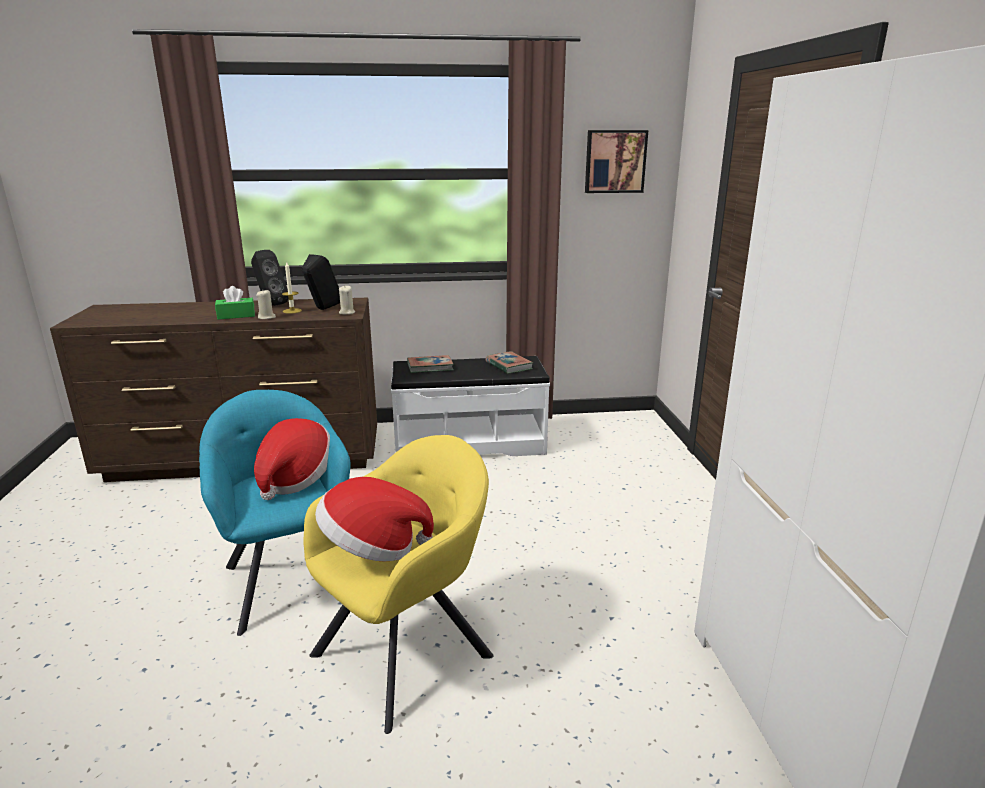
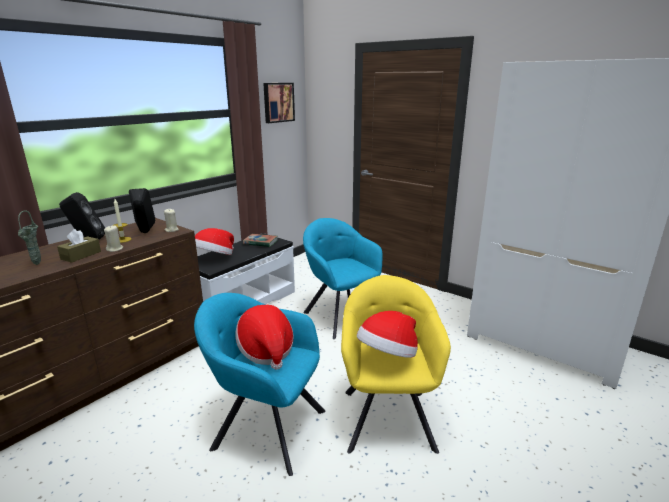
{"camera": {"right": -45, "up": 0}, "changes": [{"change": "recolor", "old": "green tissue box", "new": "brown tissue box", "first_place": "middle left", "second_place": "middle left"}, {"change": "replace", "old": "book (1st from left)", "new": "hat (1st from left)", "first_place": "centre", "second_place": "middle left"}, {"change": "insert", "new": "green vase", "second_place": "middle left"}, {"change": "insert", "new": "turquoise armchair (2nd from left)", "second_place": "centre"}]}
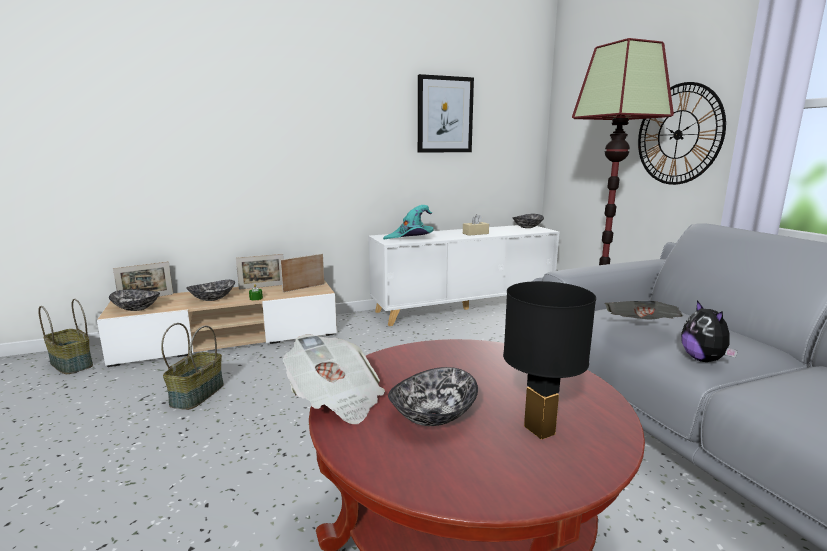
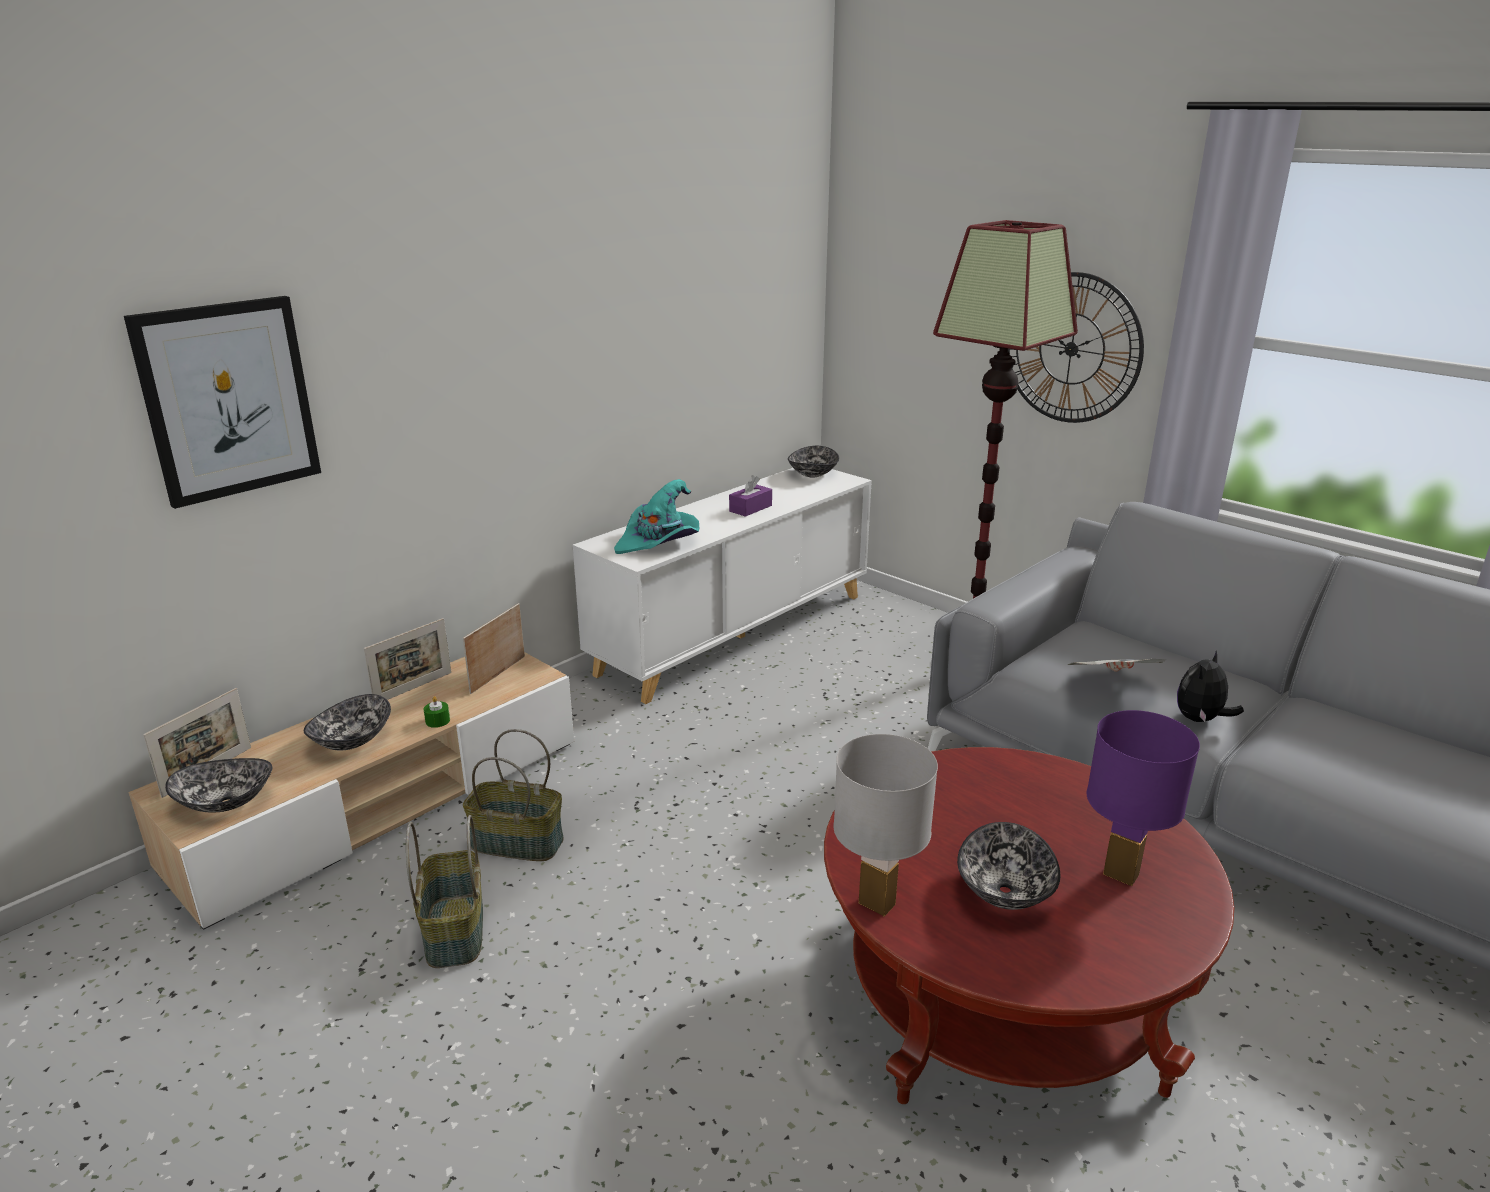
{"camera": {"right": -25, "up": 10}, "changes": [{"change": "move", "old": "picture", "first_place": "top centre", "second_place": "middle left"}, {"change": "recolor", "old": "beige tissue box", "new": "purple tissue box", "first_place": "centre", "second_place": "centre"}, {"change": "recolor", "old": "black table lamp", "new": "purple table lamp", "first_place": "centre", "second_place": "bottom right"}, {"change": "move", "old": "basket (1st from left in the first image)", "new": "basket (2nd from left)", "first_place": "middle left", "second_place": "bottom centre"}, {"change": "rotate", "old": "plush toy", "first_place": "middle right", "second_place": "middle right", "degrees": 75}, {"change": "replace", "old": "newspaper (1st from left)", "new": "white table lamp", "first_place": "bottom centre", "second_place": "bottom centre"}]}
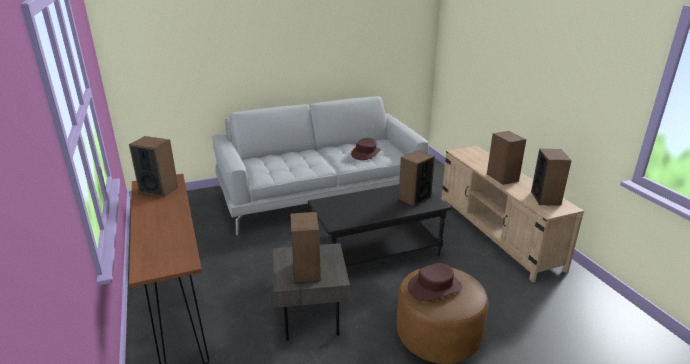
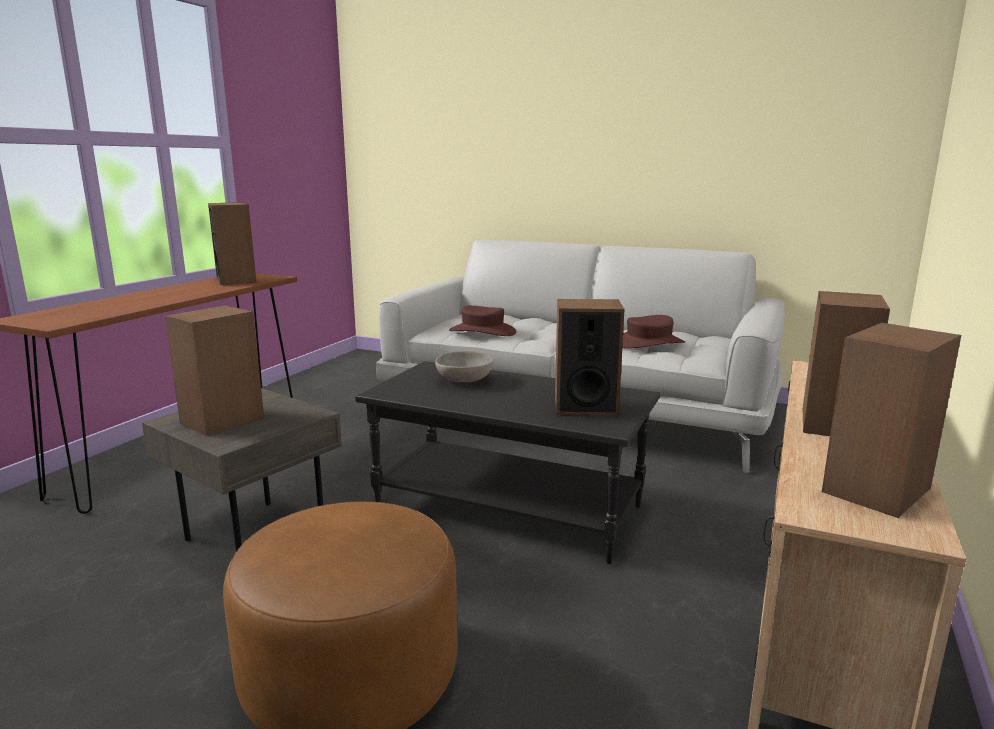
{"camera": {"right": 45, "up": -10}, "changes": [{"change": "move", "old": "brown hat (2nd from left in the first image)", "new": "brown hat (1st from left)", "first_place": "bottom centre", "second_place": "centre"}, {"change": "insert", "new": "grey bowl", "second_place": "centre"}]}
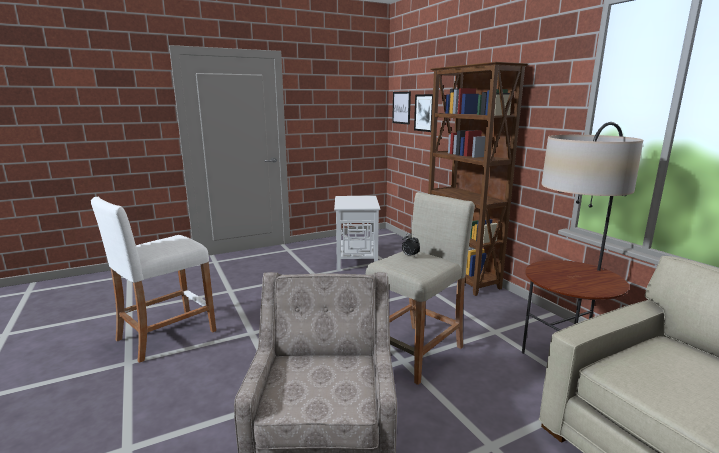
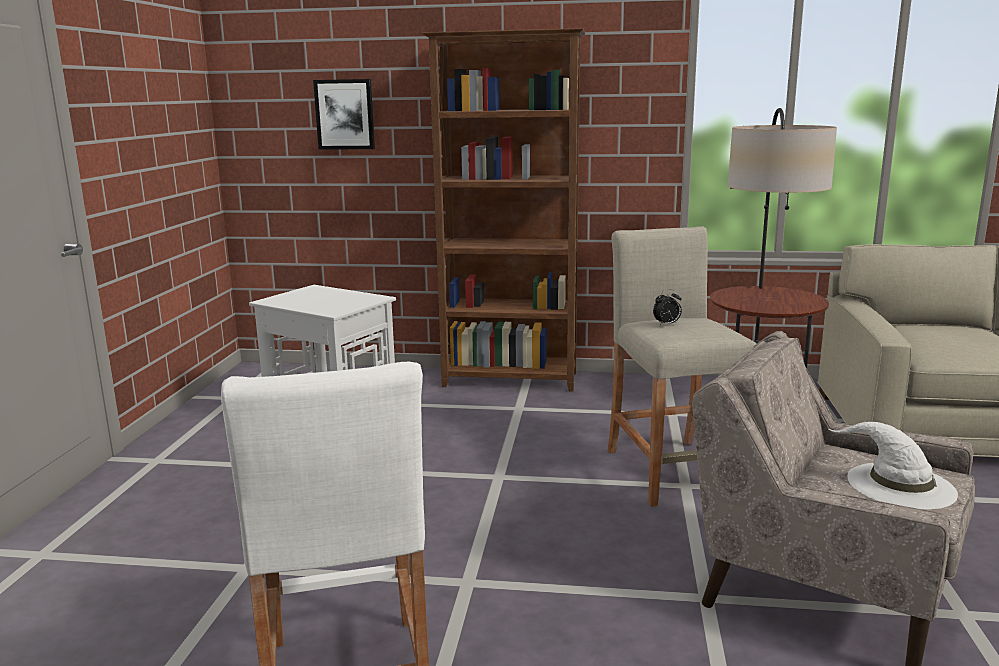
{"camera": {"right": -55, "up": 0}, "changes": [{"change": "delete", "old": "picture (1st from left)", "first_place": "top centre"}, {"change": "insert", "new": "white hat", "second_place": "bottom right"}]}
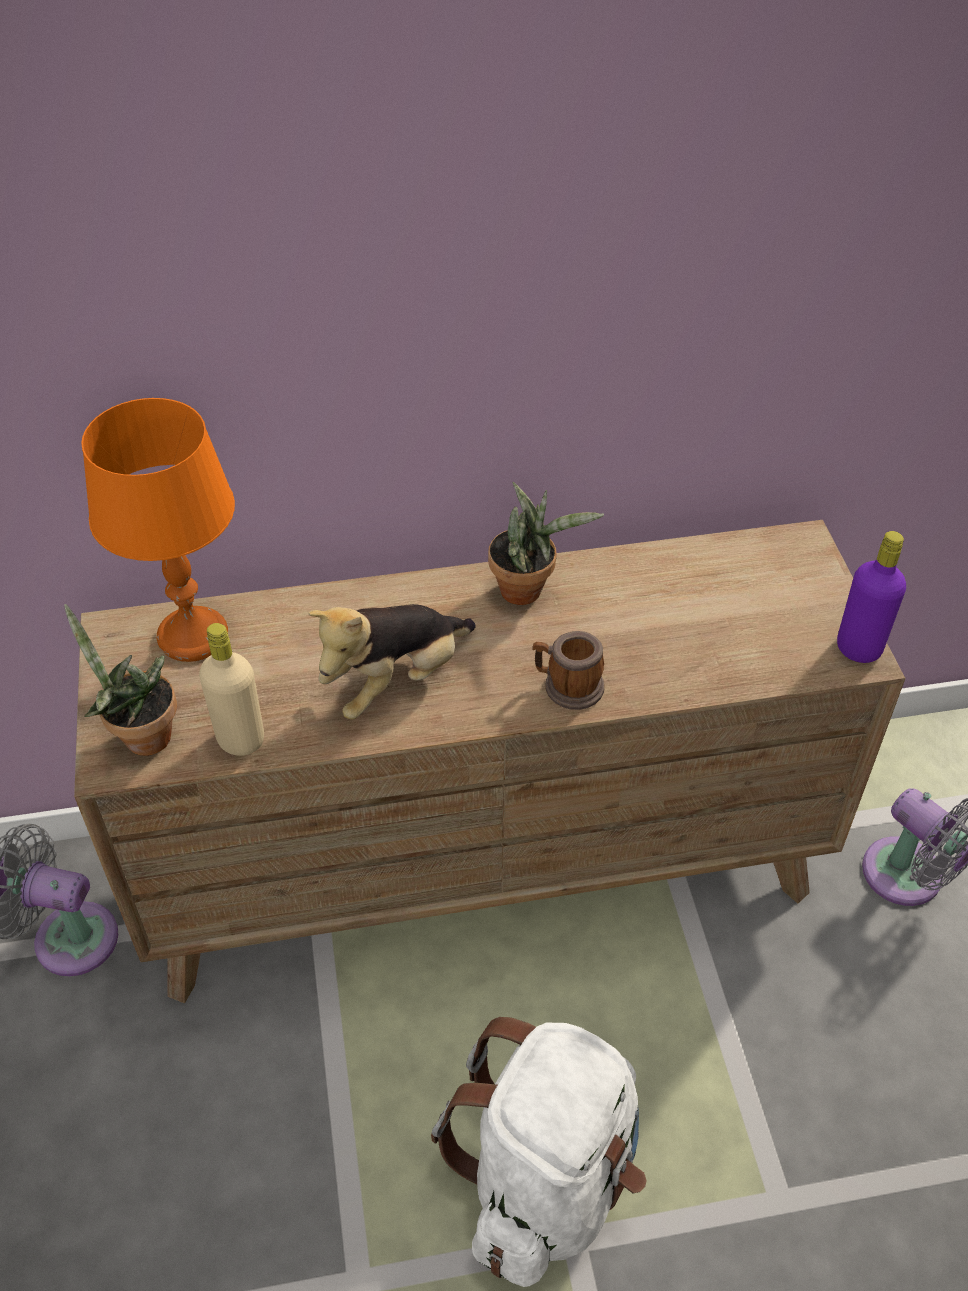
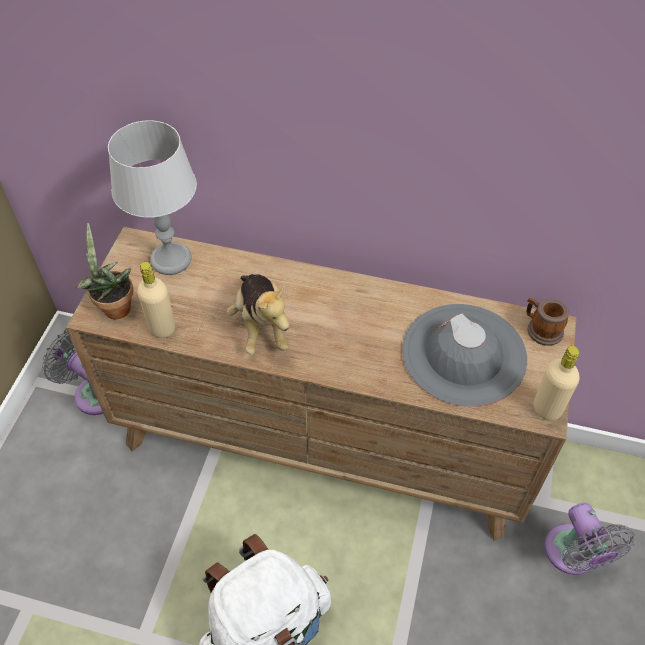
{"camera": {"right": 25, "up": 5}, "changes": [{"change": "recolor", "old": "orange table lamp", "new": "grey table lamp", "first_place": "middle left", "second_place": "top left"}, {"change": "delete", "old": "potted plant (2nd from left)", "first_place": "centre"}, {"change": "recolor", "old": "purple bottle", "new": "beige bottle (2nd from left)", "first_place": "middle right", "second_place": "middle right"}, {"change": "rotate", "old": "plush toy", "first_place": "centre", "second_place": "centre", "degrees": -90}, {"change": "move", "old": "mug", "first_place": "centre", "second_place": "middle right"}, {"change": "insert", "new": "grey hat", "second_place": "middle right"}]}
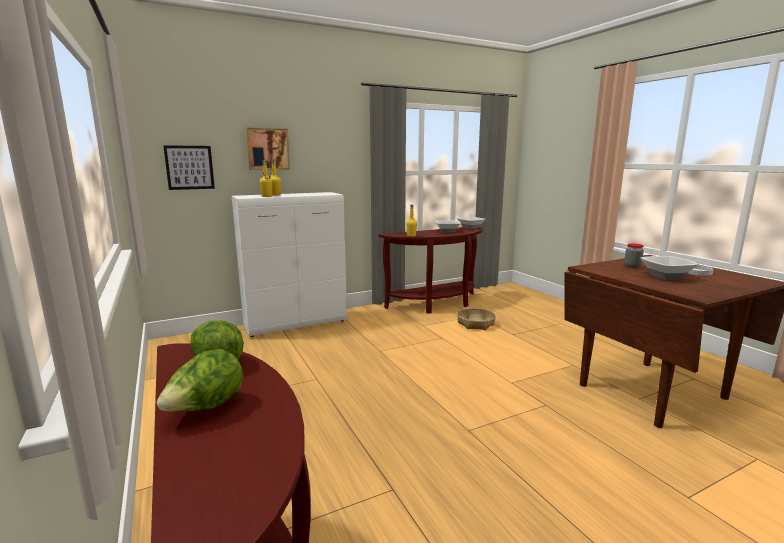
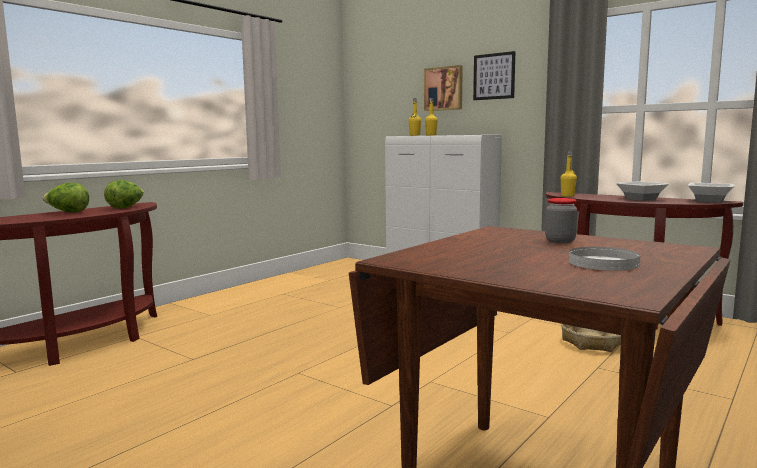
{"camera": {"right": 65, "up": -5}, "changes": [{"change": "move", "old": "picture (1st from left in the first image)", "new": "picture (2nd from left)", "first_place": "top left", "second_place": "top centre"}, {"change": "delete", "old": "bowl (3rd from left)", "first_place": "middle right"}]}
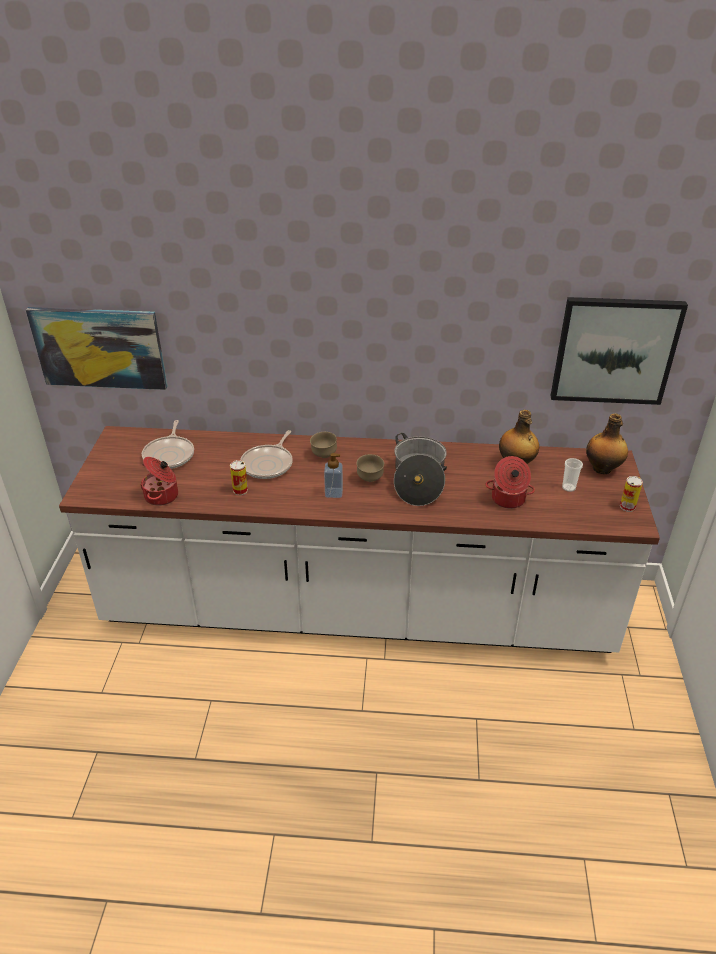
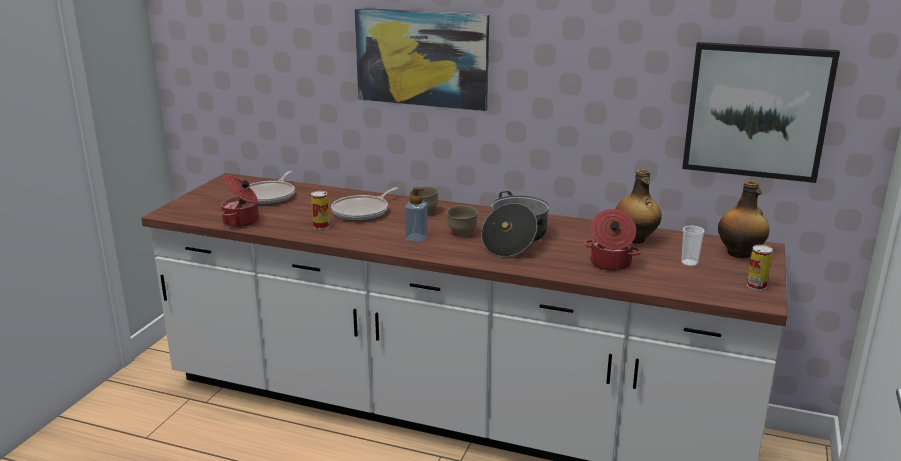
{"camera": {"right": 15, "up": -15}, "changes": [{"change": "move", "old": "picture (1st from left)", "first_place": "middle left", "second_place": "top centre"}]}
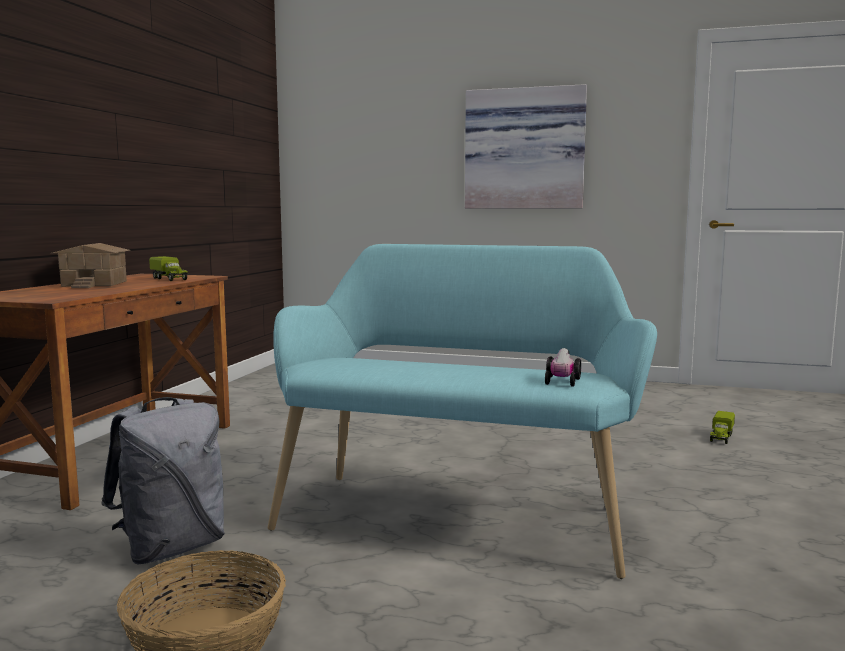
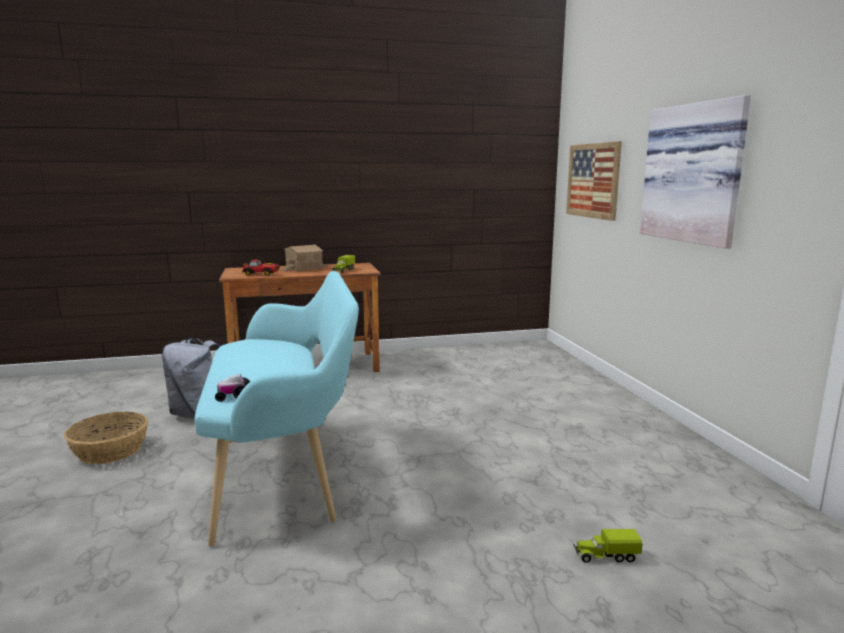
{"camera": {"right": 60, "up": 5}, "changes": [{"change": "insert", "new": "picture (1st from left)", "second_place": "top right"}, {"change": "insert", "new": "toy car (2nd from left)", "second_place": "middle left"}]}
